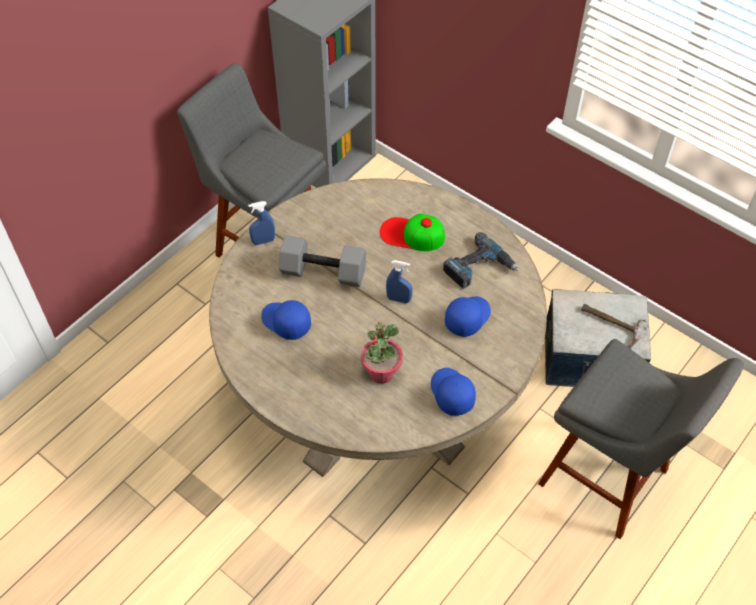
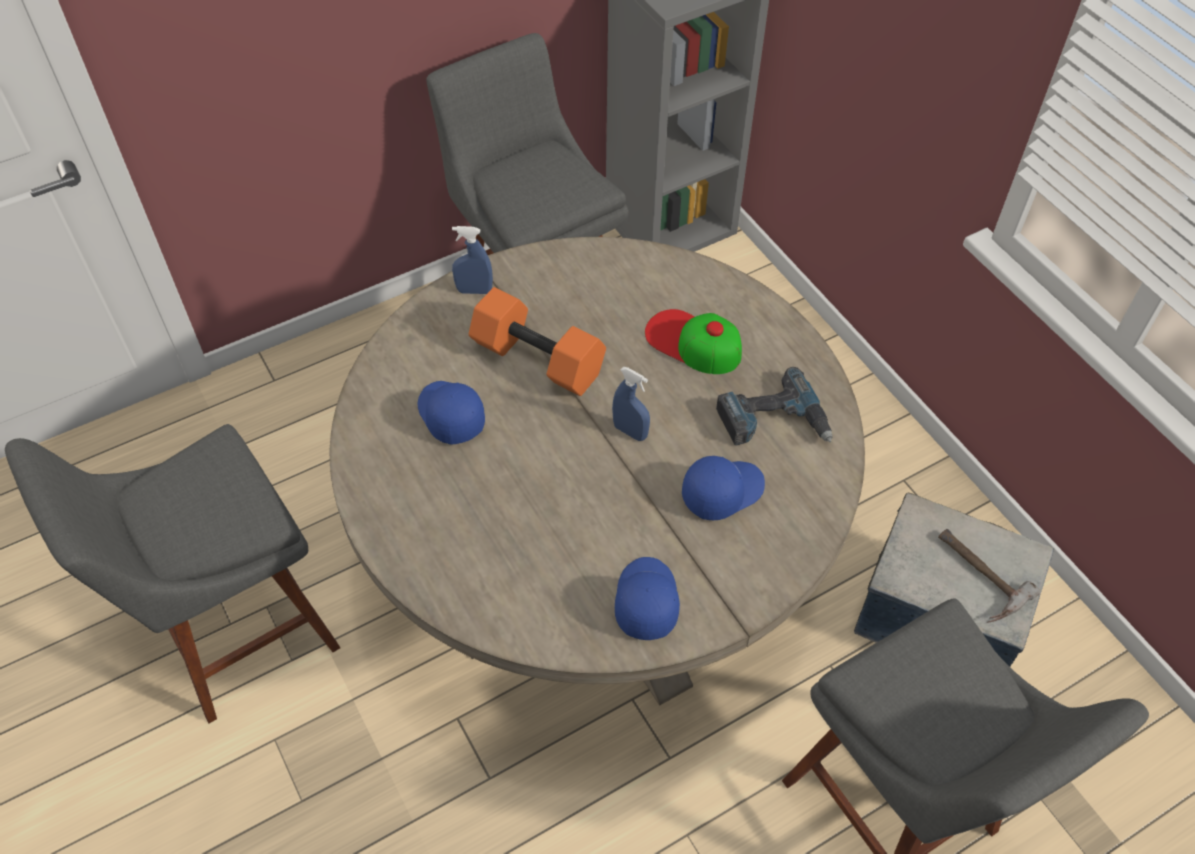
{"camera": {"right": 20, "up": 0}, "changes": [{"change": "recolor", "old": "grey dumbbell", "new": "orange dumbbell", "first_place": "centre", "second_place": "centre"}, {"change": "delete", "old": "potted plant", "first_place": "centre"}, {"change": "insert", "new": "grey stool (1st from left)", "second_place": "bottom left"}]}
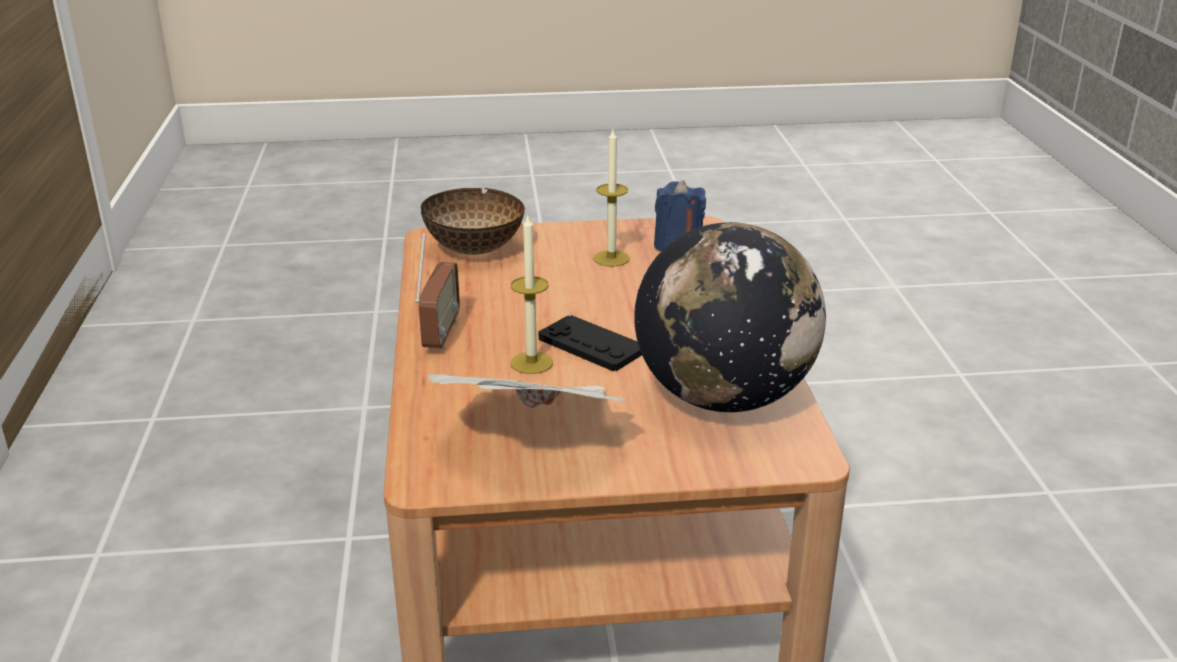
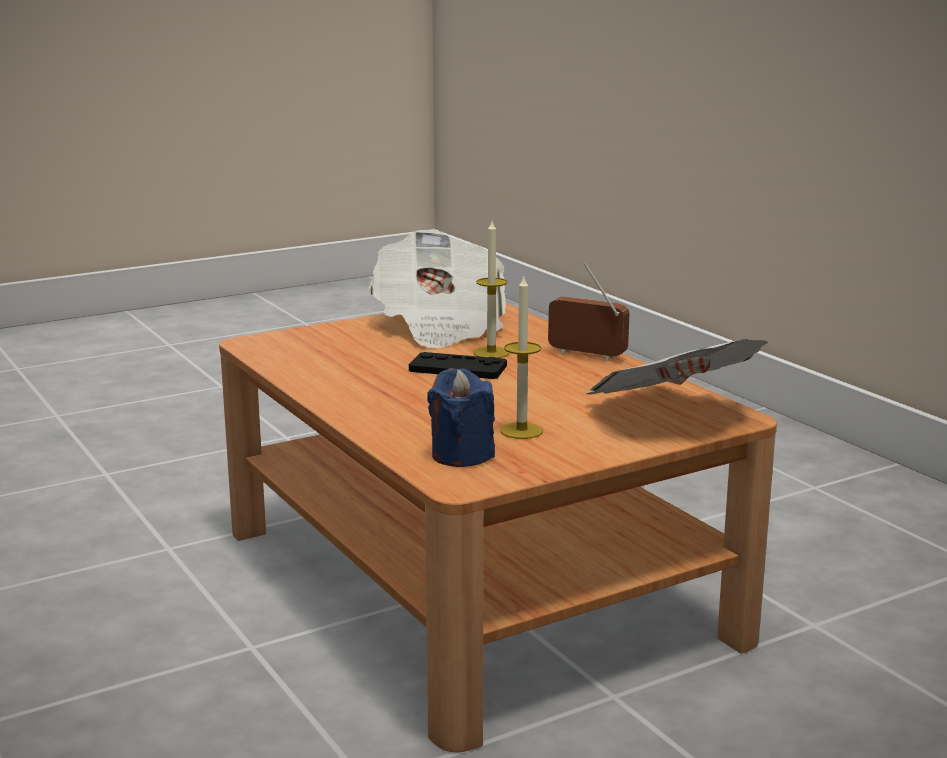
{"camera": {"right": 155, "up": -10}, "changes": [{"change": "replace", "old": "bowl", "new": "newspaper (2nd from left)", "first_place": "centre", "second_place": "middle right"}, {"change": "delete", "old": "globe", "first_place": "centre"}, {"change": "rotate", "old": "radio", "first_place": "centre", "second_place": "centre", "degrees": 135}]}
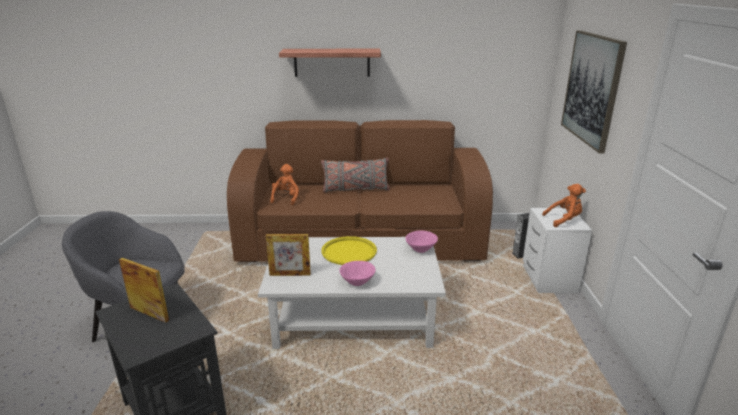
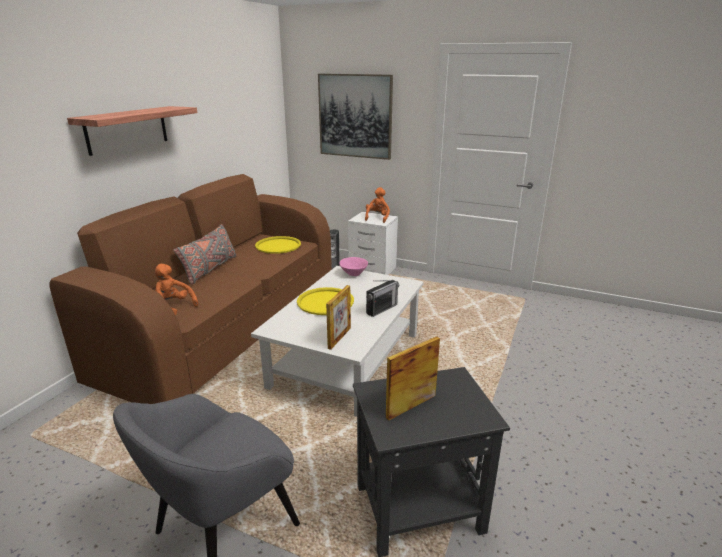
{"camera": {"right": -65, "up": 0}, "changes": [{"change": "replace", "old": "pink bowl (1st from left)", "new": "radio", "first_place": "centre", "second_place": "centre"}, {"change": "insert", "new": "yellow tray (1st from left)", "second_place": "centre"}]}
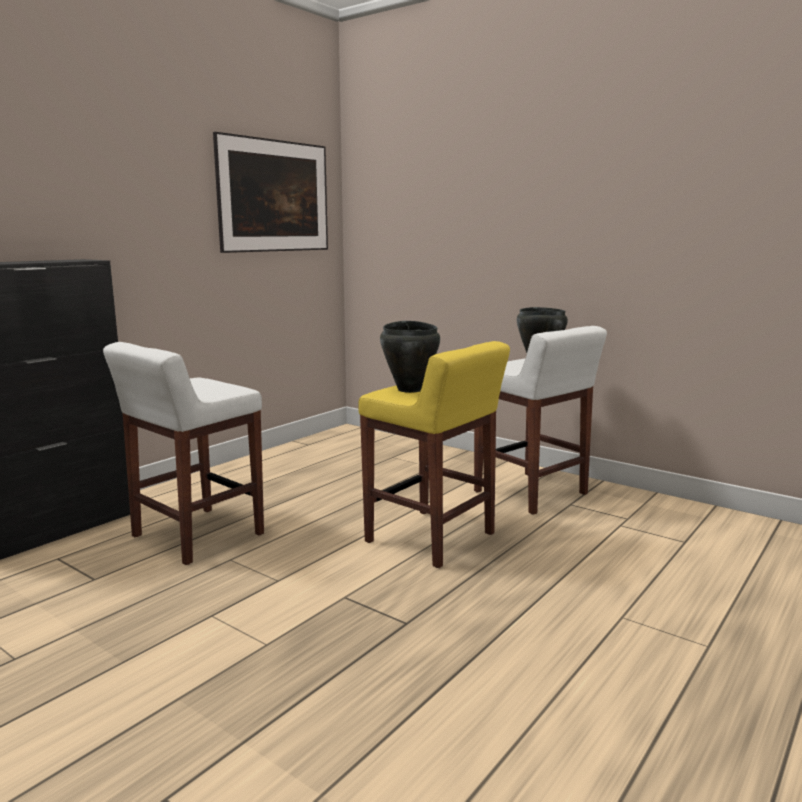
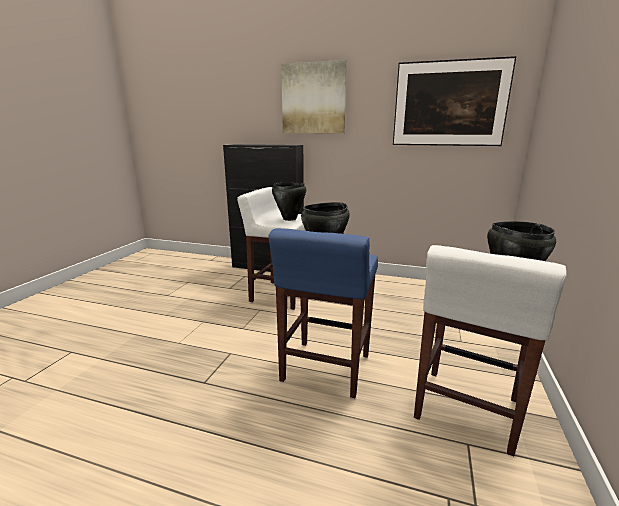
{"camera": {"right": 70, "up": 5}, "changes": [{"change": "recolor", "old": "yellow stool", "new": "blue stool", "first_place": "centre", "second_place": "centre"}, {"change": "insert", "new": "picture (1st from left)", "second_place": "top centre"}, {"change": "insert", "new": "black cooking pot (1st from left)", "second_place": "centre"}]}
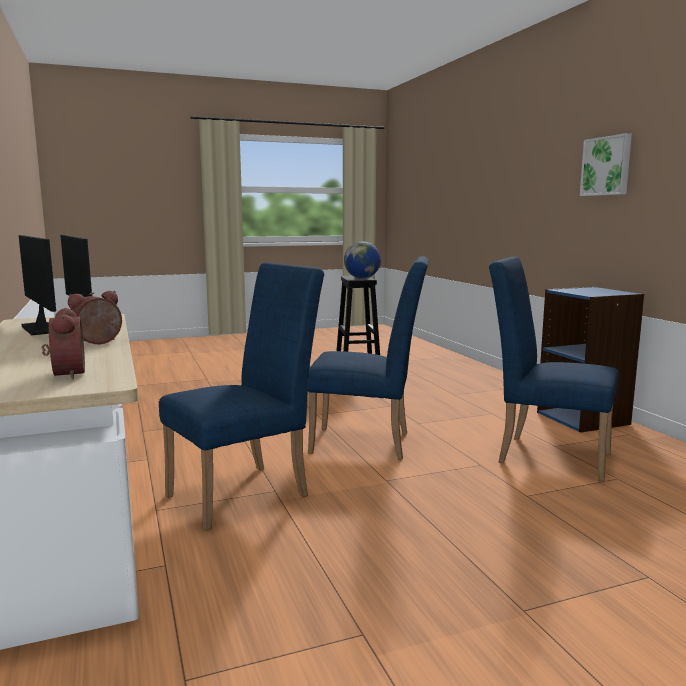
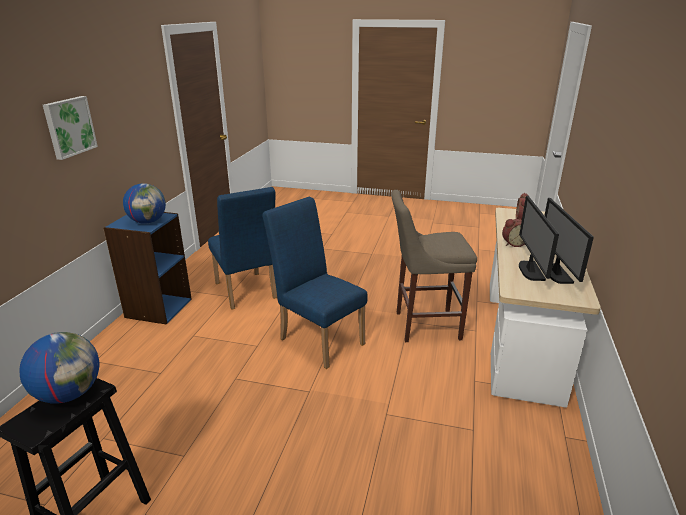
{"camera": {"right": -145, "up": 15}, "changes": [{"change": "replace", "old": "blue chair (1st from left)", "new": "beige stool", "first_place": "centre", "second_place": "centre"}, {"change": "insert", "new": "globe (2nd from left)", "second_place": "middle left"}]}
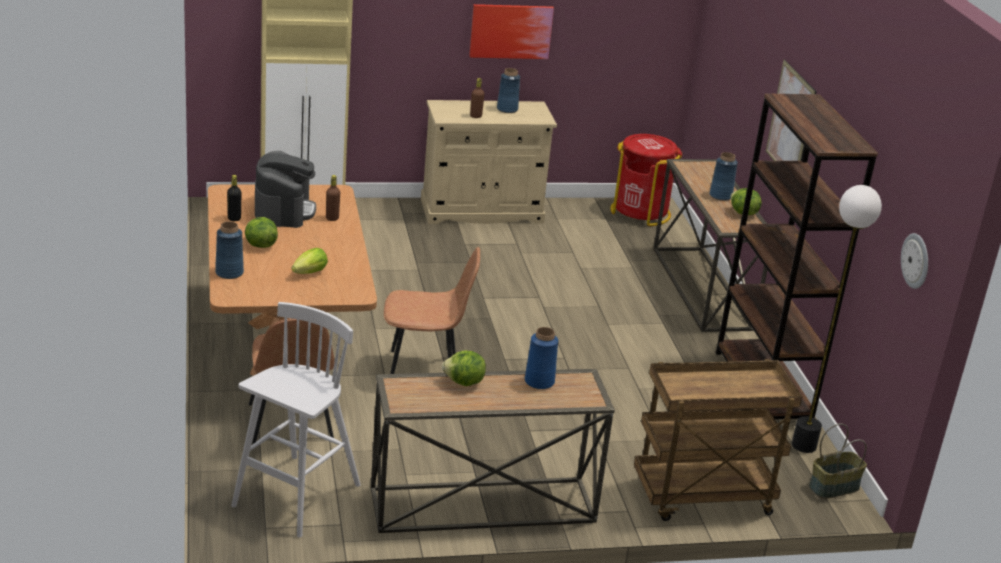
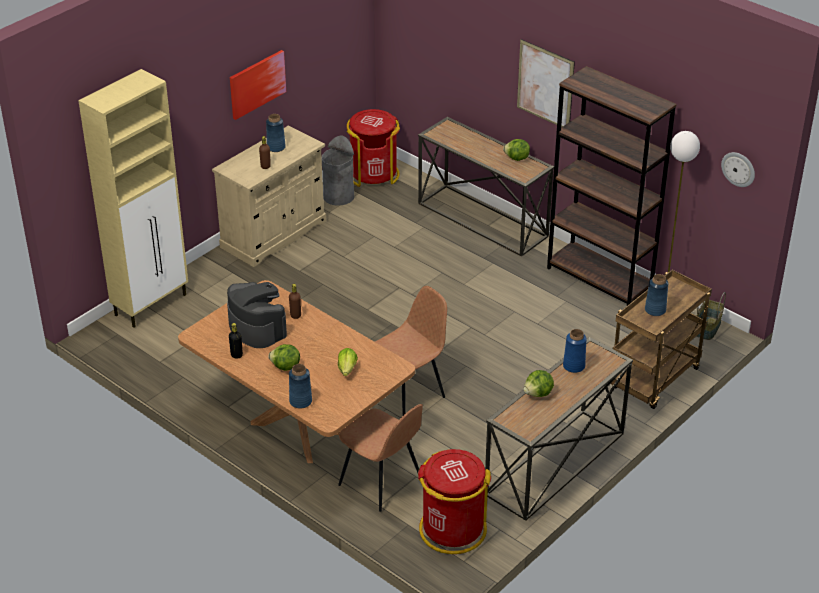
{"camera": {"right": -35, "up": 10}, "changes": [{"change": "move", "old": "blue vase (4th from left)", "first_place": "top right", "second_place": "middle right"}, {"change": "replace", "old": "white stool", "new": "red trash can (2nd from left)", "first_place": "bottom left", "second_place": "bottom centre"}, {"change": "insert", "new": "grey trash can", "second_place": "top centre"}]}
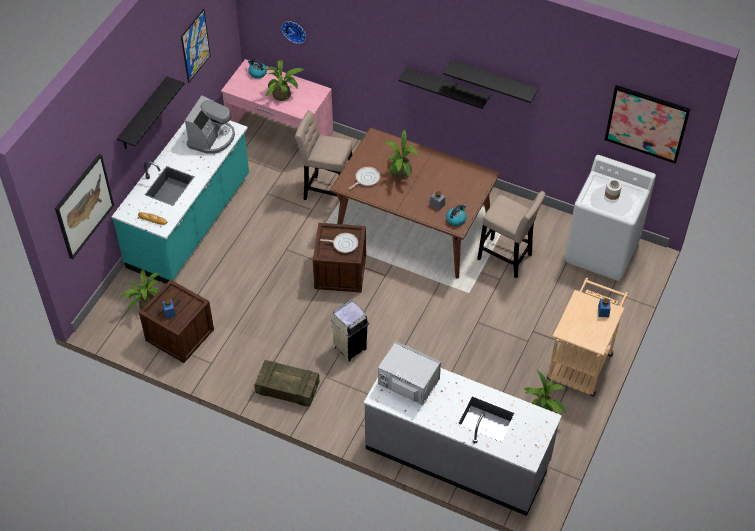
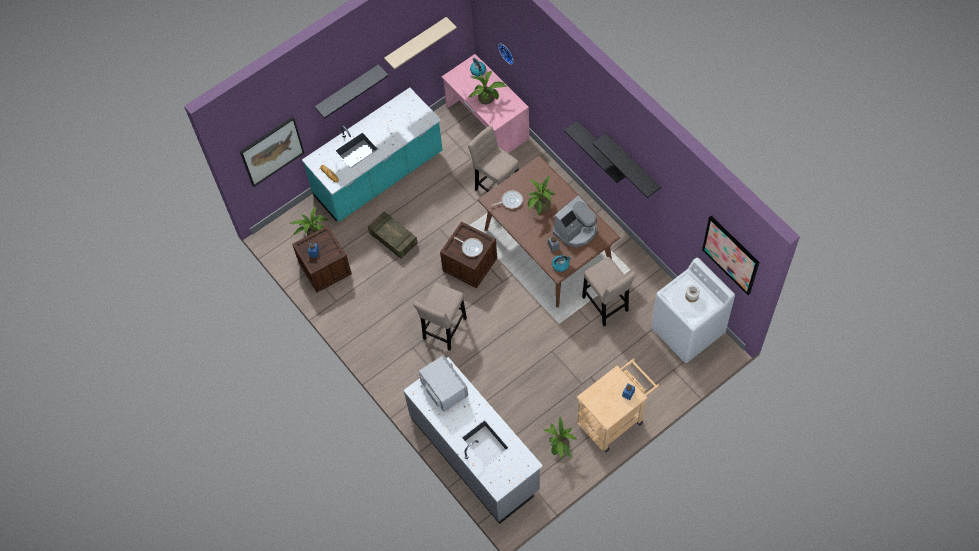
{"camera": {"right": 30, "up": 10}, "changes": [{"change": "replace", "old": "picture (2nd from left)", "new": "beige shelf", "first_place": "top left", "second_place": "top centre"}, {"change": "move", "old": "coffee machine", "first_place": "top left", "second_place": "centre"}, {"change": "replace", "old": "beige trash can", "new": "beige stool (1st from left)", "first_place": "centre", "second_place": "centre"}, {"change": "move", "old": "crate (2nd from left)", "first_place": "bottom centre", "second_place": "centre"}]}
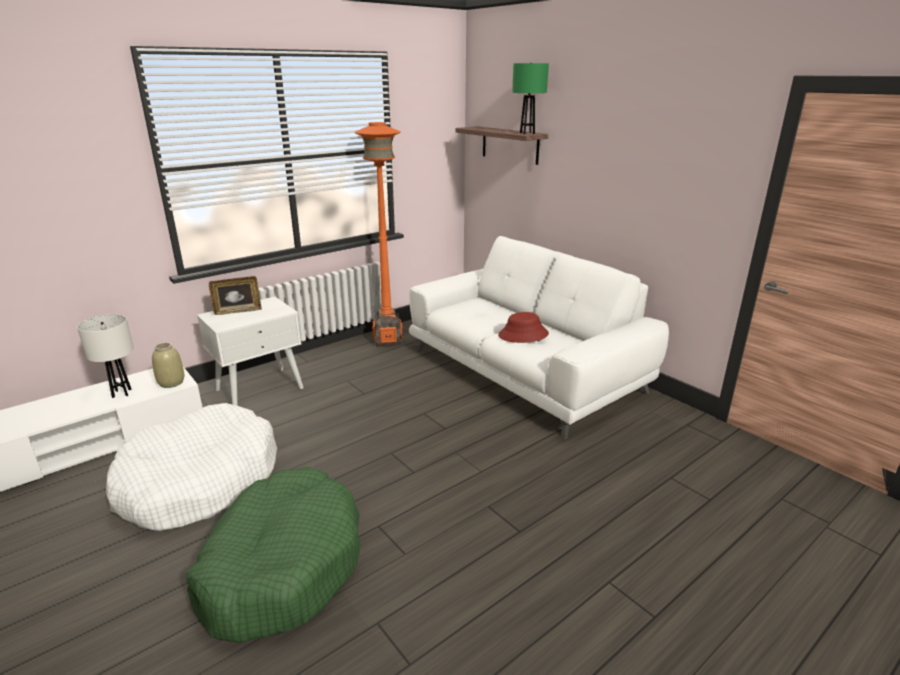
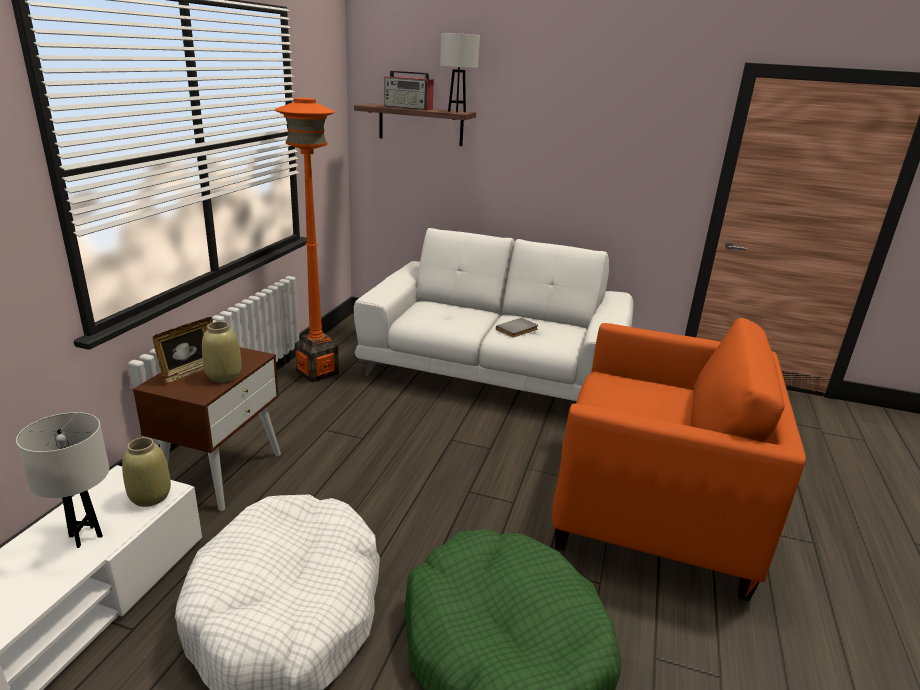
{"camera": {"right": -35, "up": 0}, "changes": [{"change": "recolor", "old": "green table lamp", "new": "white table lamp (2nd from left)", "first_place": "top centre", "second_place": "top centre"}, {"change": "recolor", "old": "white nightstand", "new": "brown nightstand", "first_place": "middle left", "second_place": "middle left"}, {"change": "replace", "old": "red hat", "new": "grey book", "first_place": "centre", "second_place": "centre"}, {"change": "insert", "new": "radio", "second_place": "top centre"}, {"change": "insert", "new": "orange armchair", "second_place": "middle right"}, {"change": "insert", "new": "beige vase (2nd from left)", "second_place": "middle left"}]}
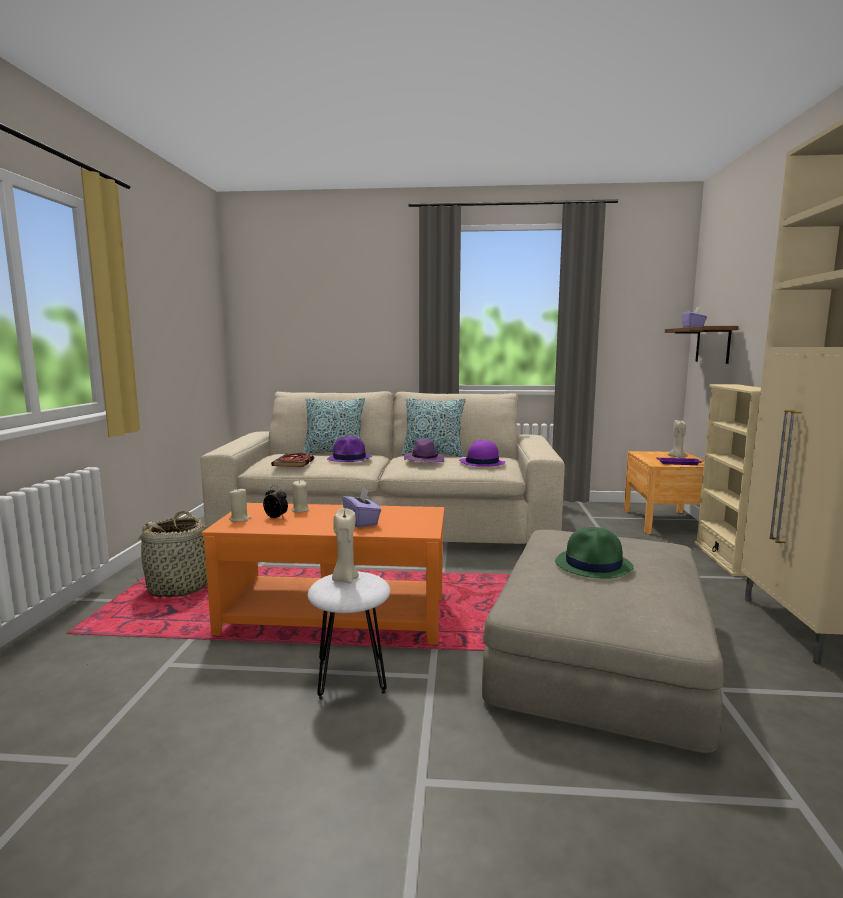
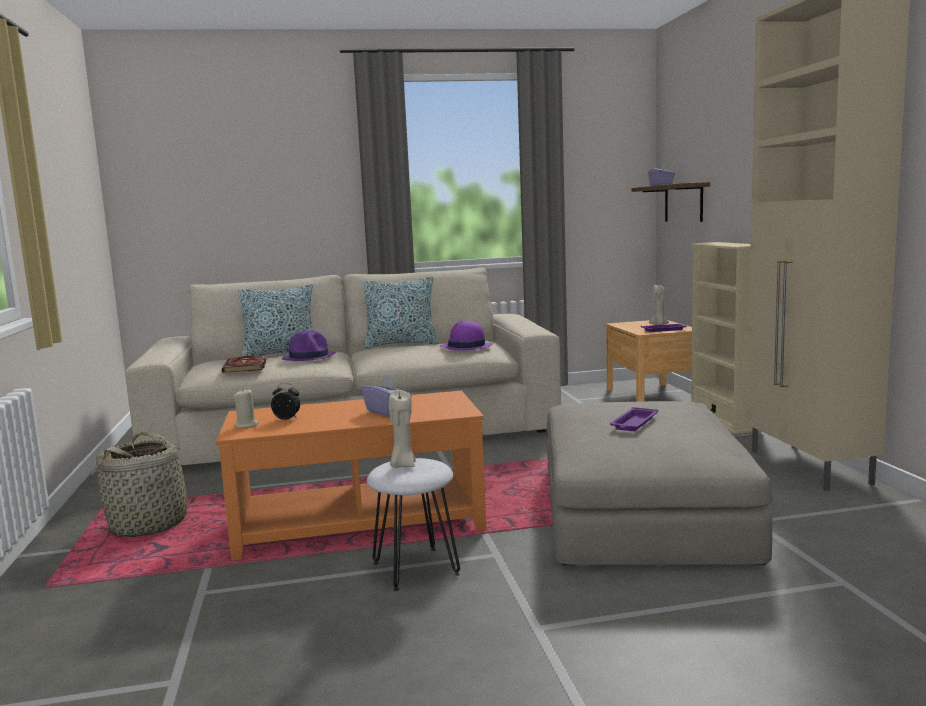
{"camera": {"right": -15, "up": 0}, "changes": [{"change": "delete", "old": "purple hat (2nd from left)", "first_place": "centre"}, {"change": "delete", "old": "beige candle (2nd from left)", "first_place": "centre"}, {"change": "replace", "old": "green hat", "new": "purple tray (1st from left)", "first_place": "middle right", "second_place": "middle right"}]}
